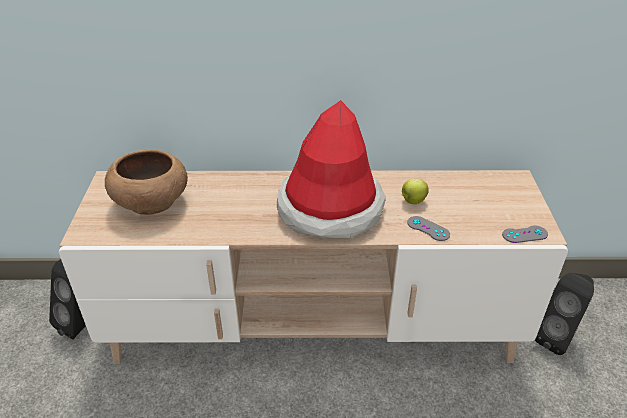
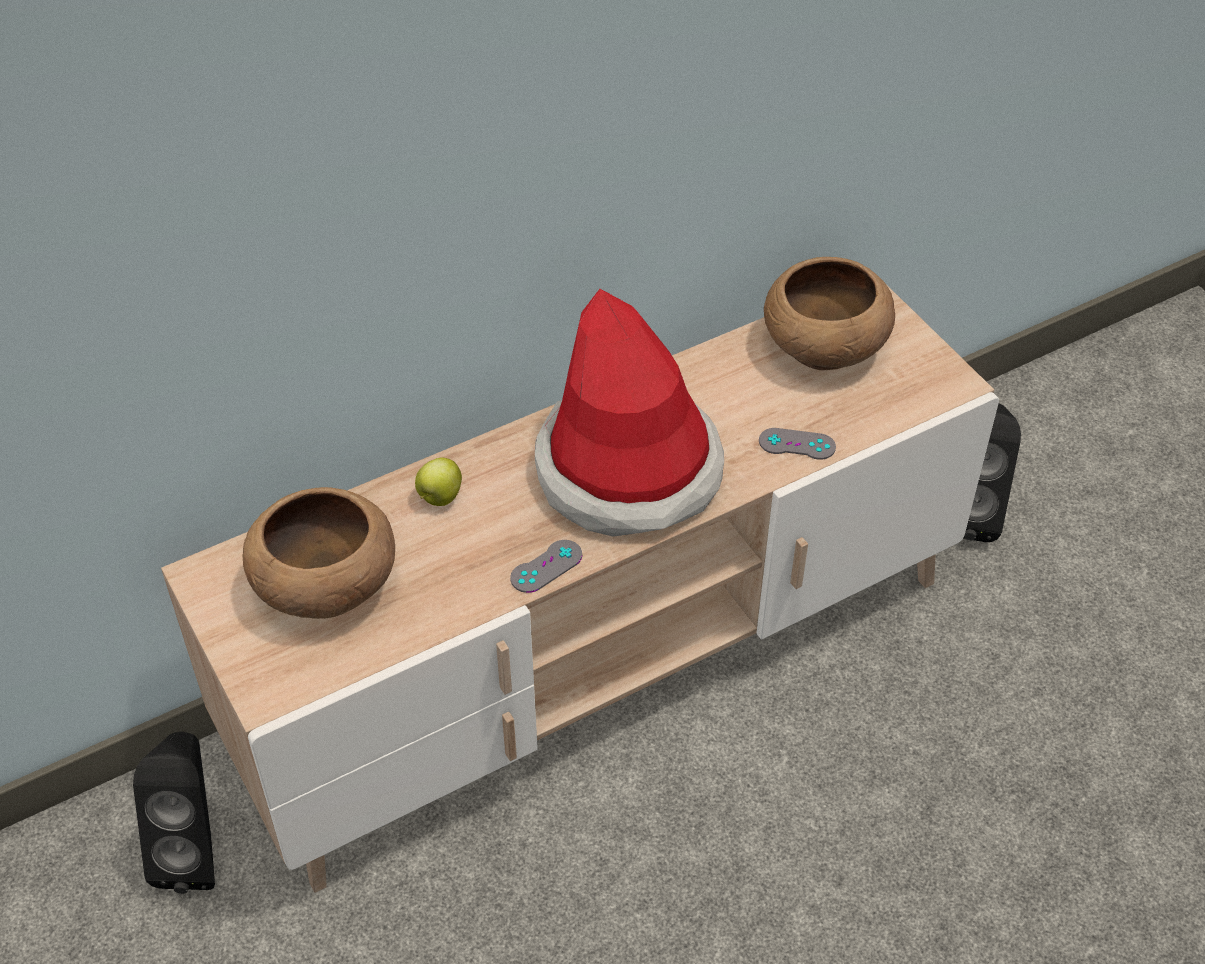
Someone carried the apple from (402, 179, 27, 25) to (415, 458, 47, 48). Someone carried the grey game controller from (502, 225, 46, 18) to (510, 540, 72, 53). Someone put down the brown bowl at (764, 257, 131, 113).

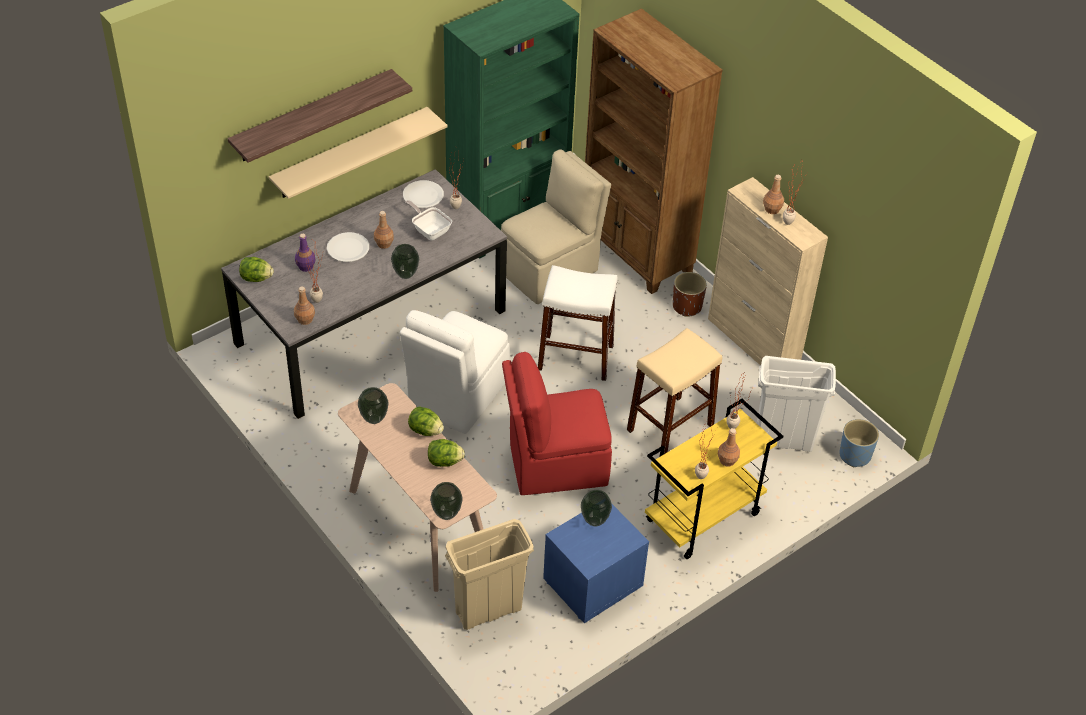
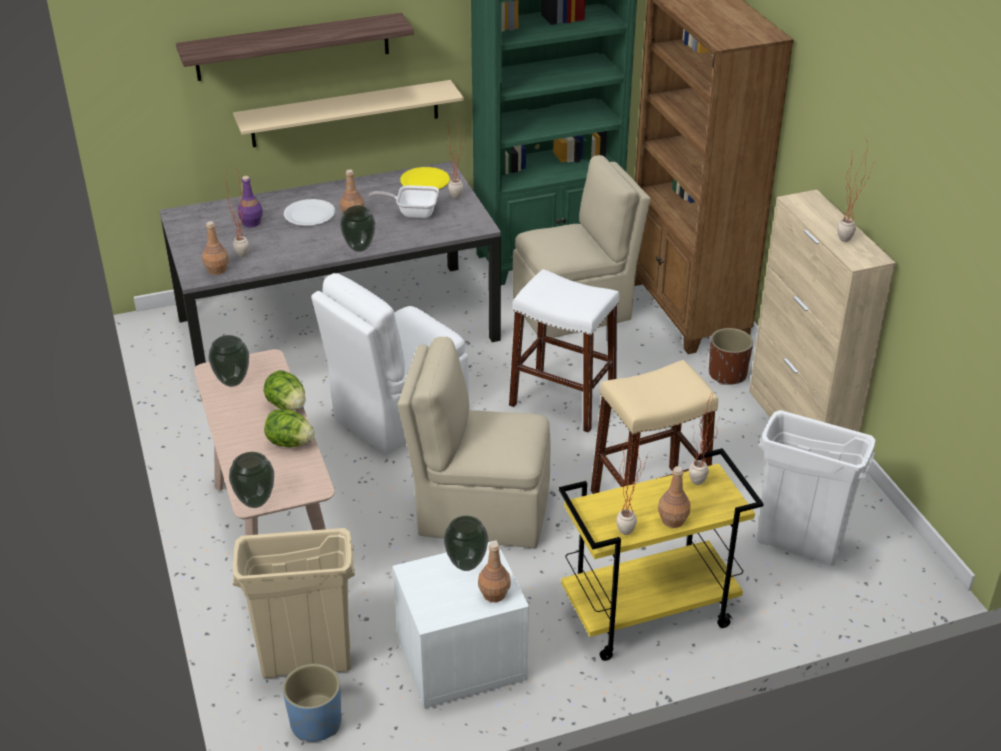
Someone carried the blue planter from (839, 419, 40, 48) to (283, 664, 58, 78). Someone rotated the frying pan at (405, 200, 47, 40) by 60 degrees counterclockwise. Someone repainted the blue nightstand at (543, 503, 106, 120), which became the white nightstand at (393, 540, 136, 168). Someone repainted the red chair at (502, 352, 110, 143), which became the beige chair at (398, 337, 152, 211). Someone repainted the white plate at (403, 180, 41, 28), which became the yellow plate at (400, 167, 50, 22). Someone carried the brown bottle from (763, 175, 21, 39) to (478, 542, 33, 60). Someone took away the lettuce at (239, 257, 35, 25).

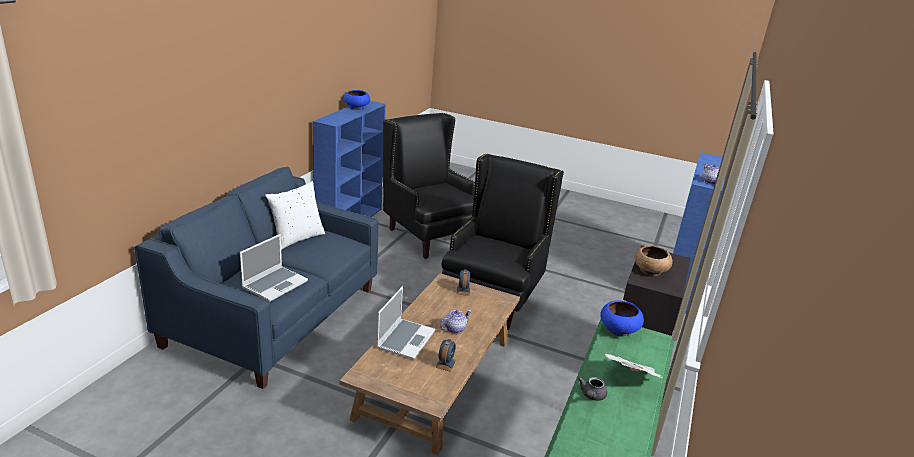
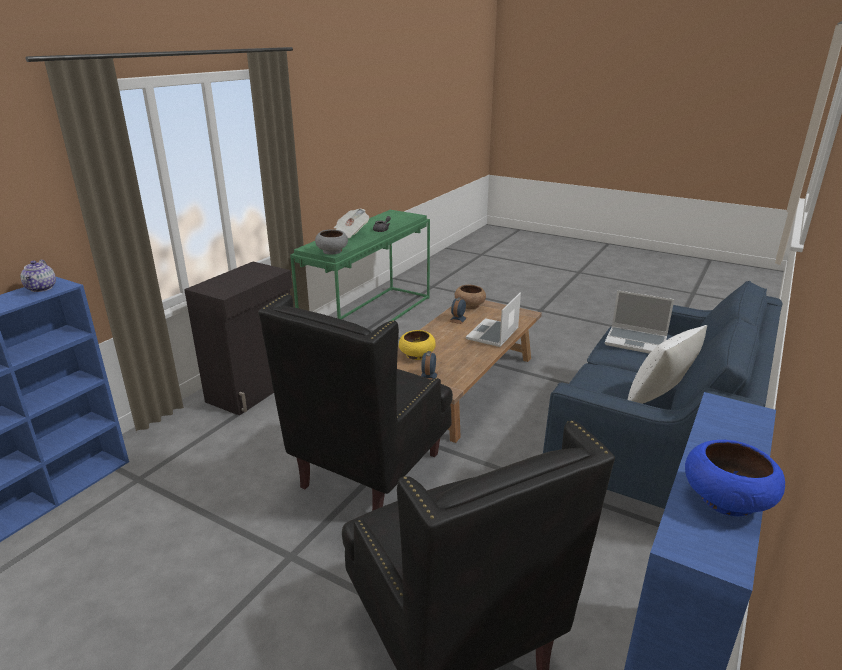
Someone repainted the blue bowl at (600, 300, 44, 36), which became the grey bowl at (315, 229, 33, 26). Someone put down the yellow bowl at (399, 330, 37, 30). Someone carried the brown bowl from (634, 246, 39, 30) to (455, 285, 31, 24). Someone rotated the laptop at (240, 234, 68, 68) by 105 degrees counterclockwise. Someone took away the teapot at (440, 310, 32, 23).

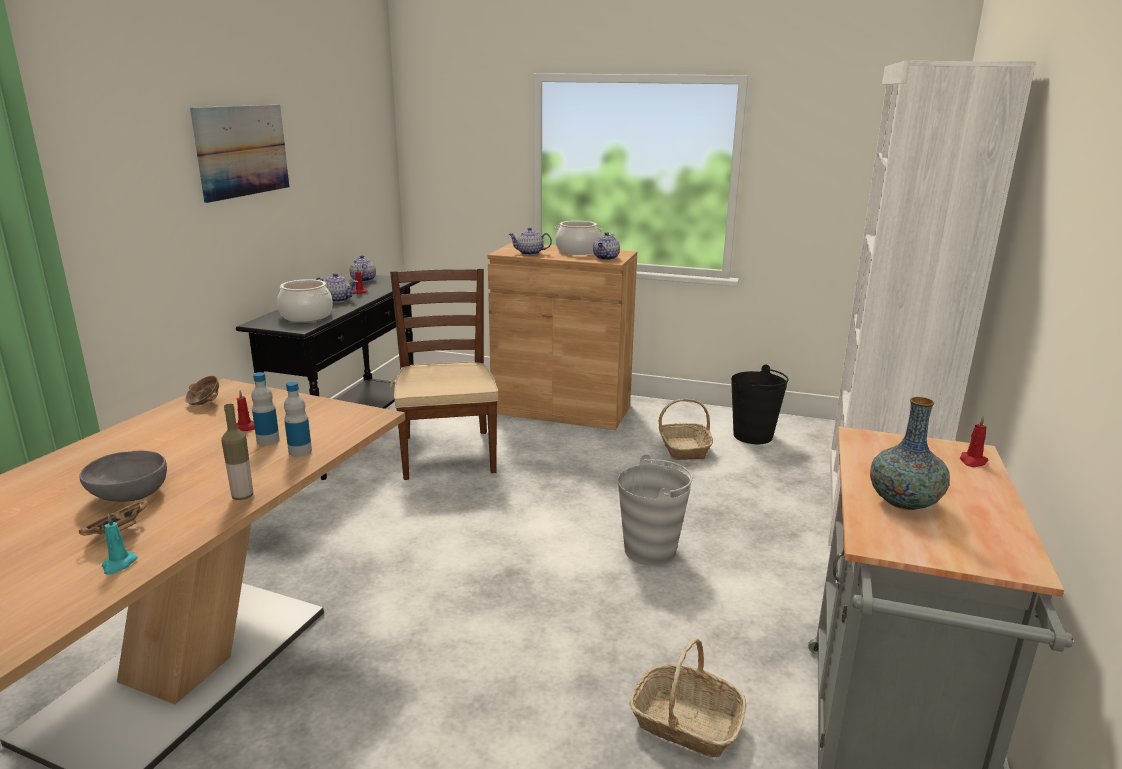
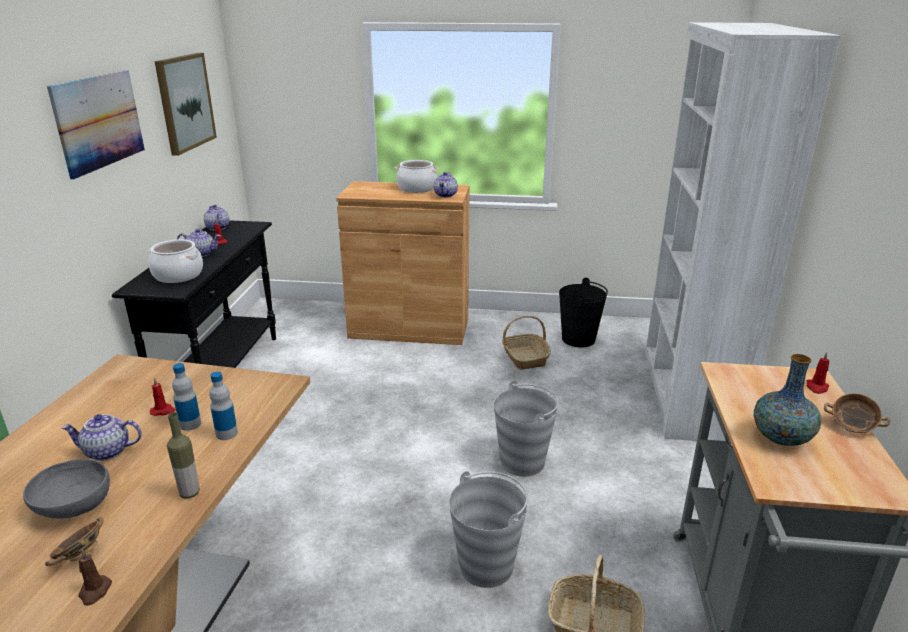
Someone carried the teapot from (508, 228, 44, 27) to (61, 414, 81, 47). Someone repainted the turquoise candle at (102, 514, 36, 61), which became the brown candle at (78, 549, 34, 57). Someone put up the picture at (155, 53, 62, 103). Someone put down the grey bucket at (449, 471, 79, 117). Someone carried the bowl from (185, 376, 34, 29) to (824, 393, 66, 40). Someone took away the brown chair at (390, 269, 109, 211).

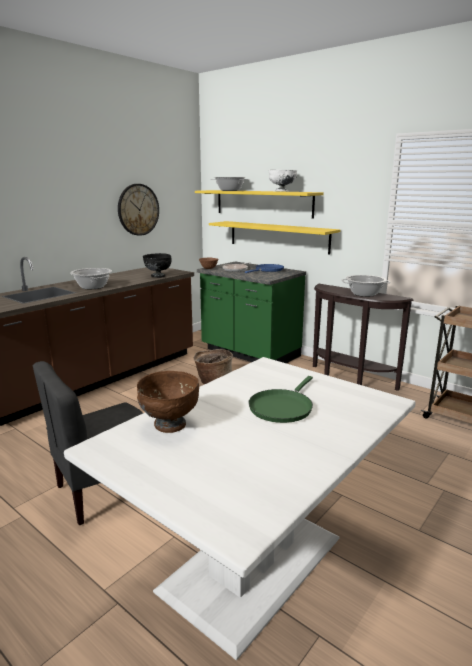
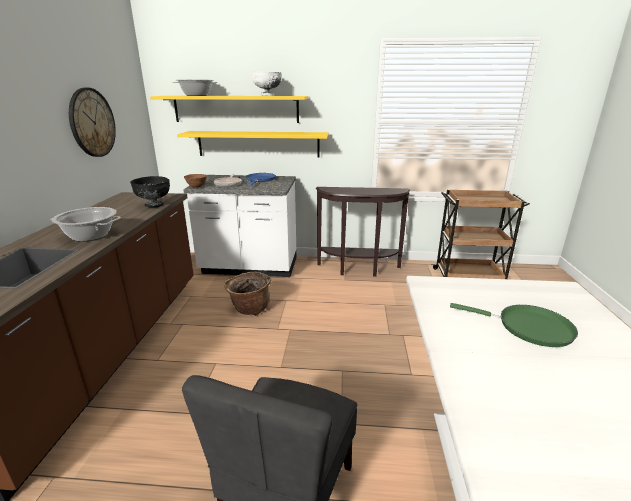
Someone repainted the green counter at (197, 261, 109, 102), which became the white counter at (183, 175, 113, 102). Someone rotated the green frying pan at (248, 376, 65, 47) by 60 degrees counterclockwise. Someone took away the brown bowl at (137, 371, 62, 62). Someone took away the cooking pot at (341, 275, 50, 22).

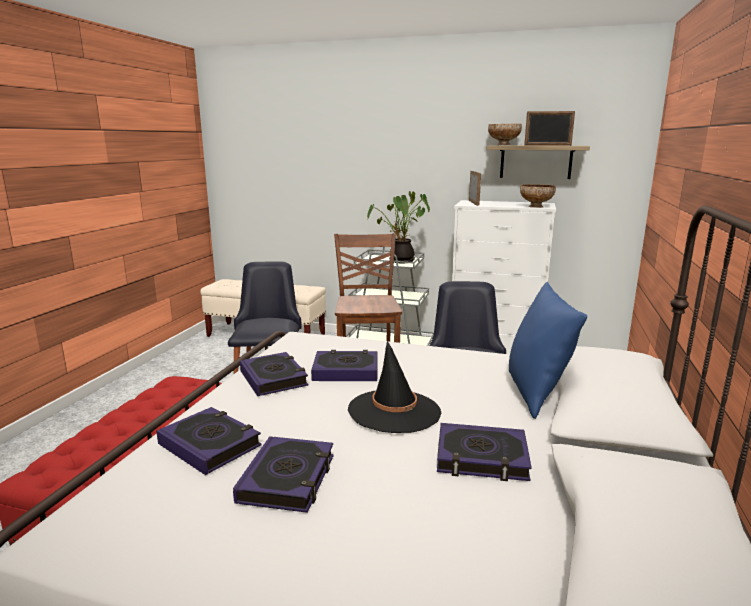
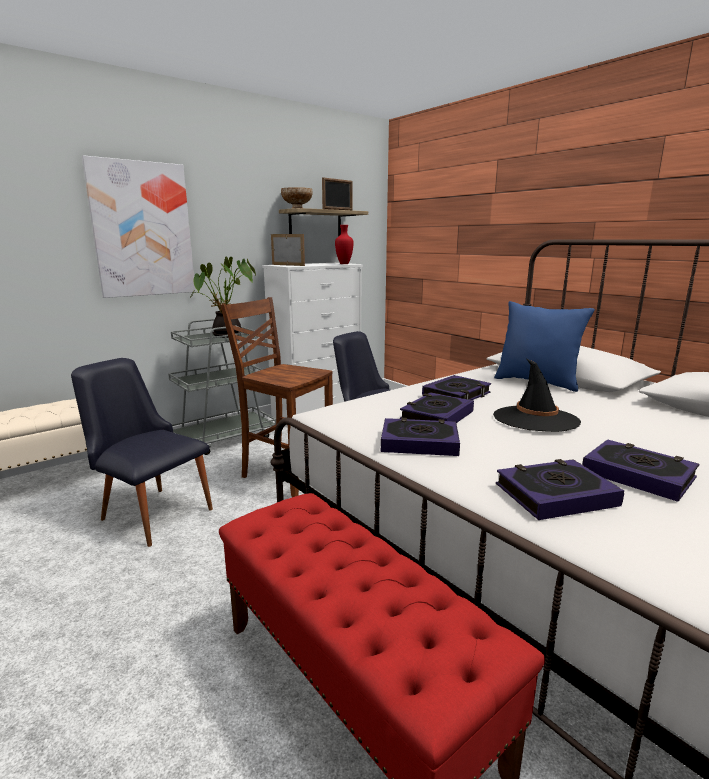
Someone put up the picture at (82, 155, 113, 143). Someone swapped the bowl at (520, 184, 36, 24) for the red vase at (335, 225, 19, 39). Someone carried the book from (437, 423, 95, 58) to (422, 375, 69, 26).

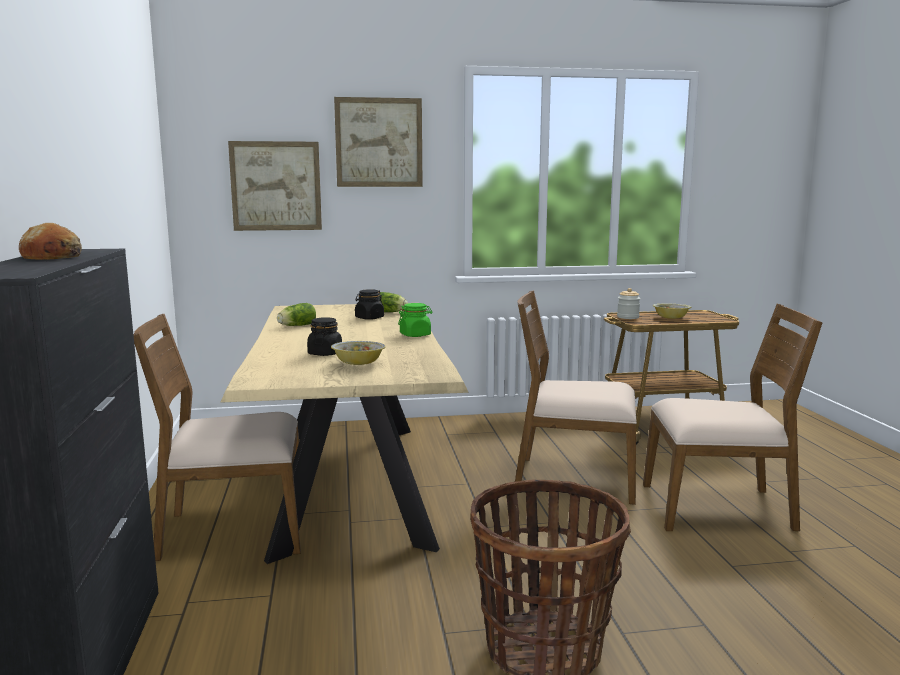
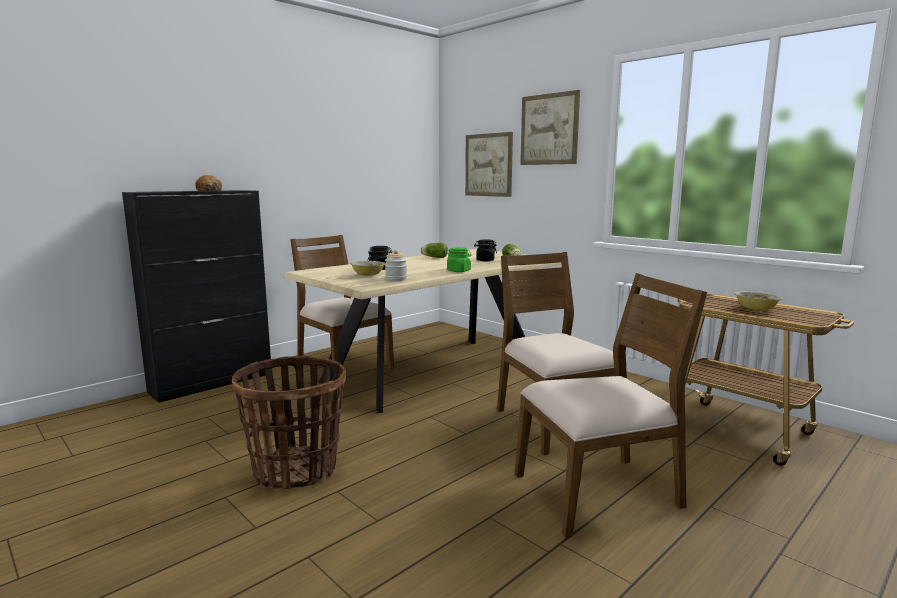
Someone carried the jar from (617, 288, 23, 31) to (385, 250, 22, 31). Someone rotated the brown chair at (643, 304, 180, 227) by 75 degrees counterclockwise.

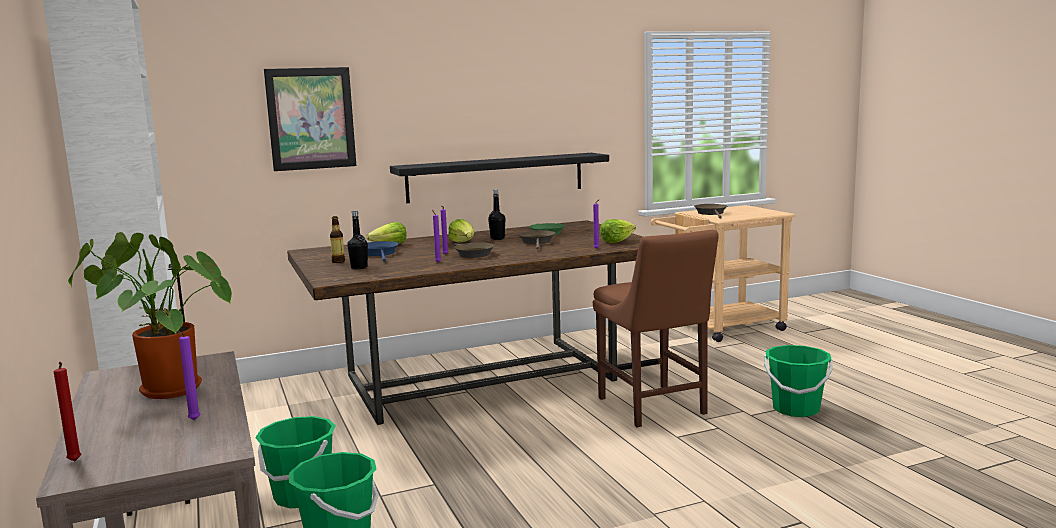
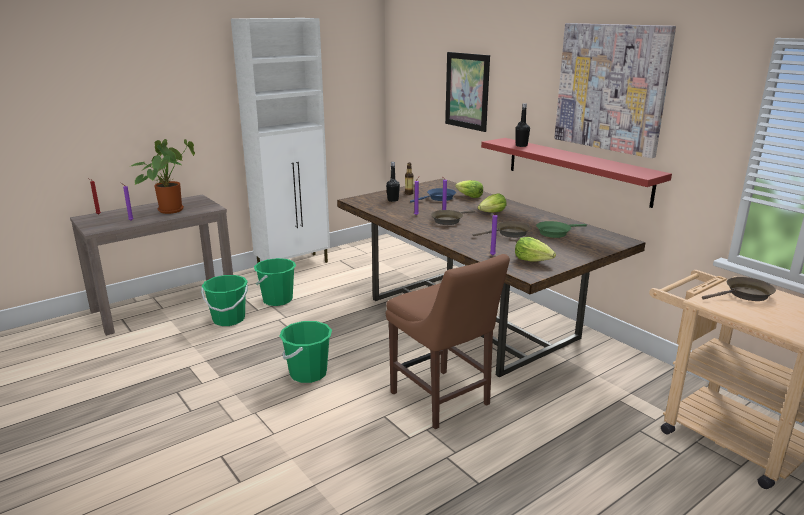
Someone carried the green bucket from (764, 345, 69, 72) to (279, 321, 53, 62). Someone rotated the brown chair at (593, 230, 126, 197) by 90 degrees counterclockwise. Someone repainted the black shelf at (390, 153, 219, 50), which became the red shelf at (481, 138, 191, 70). Someone carried the black bottle from (488, 189, 17, 51) to (515, 103, 15, 44). Someone put up the picture at (554, 23, 122, 135).

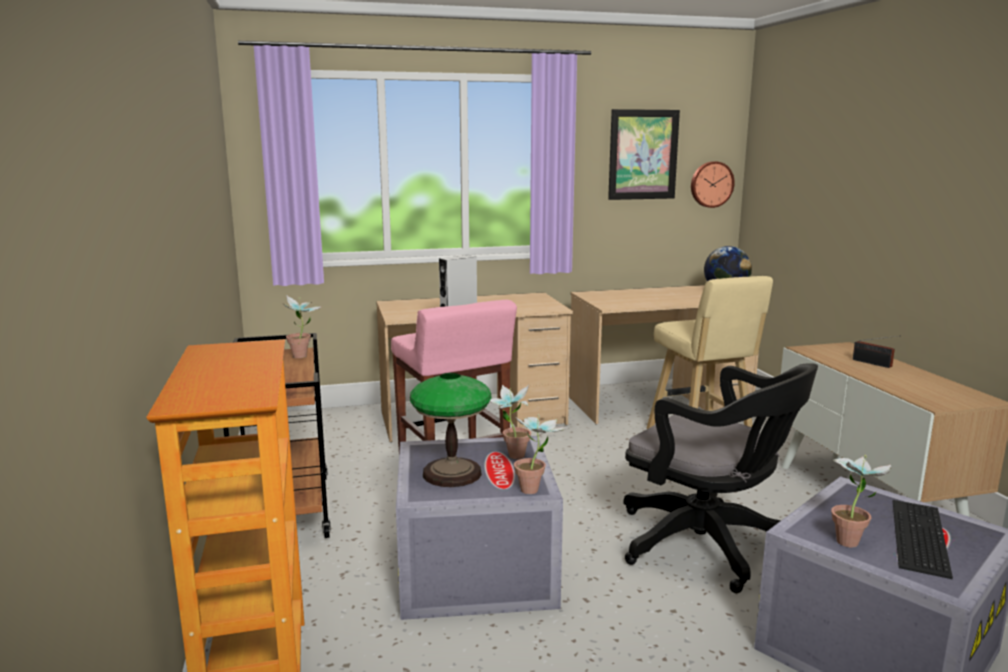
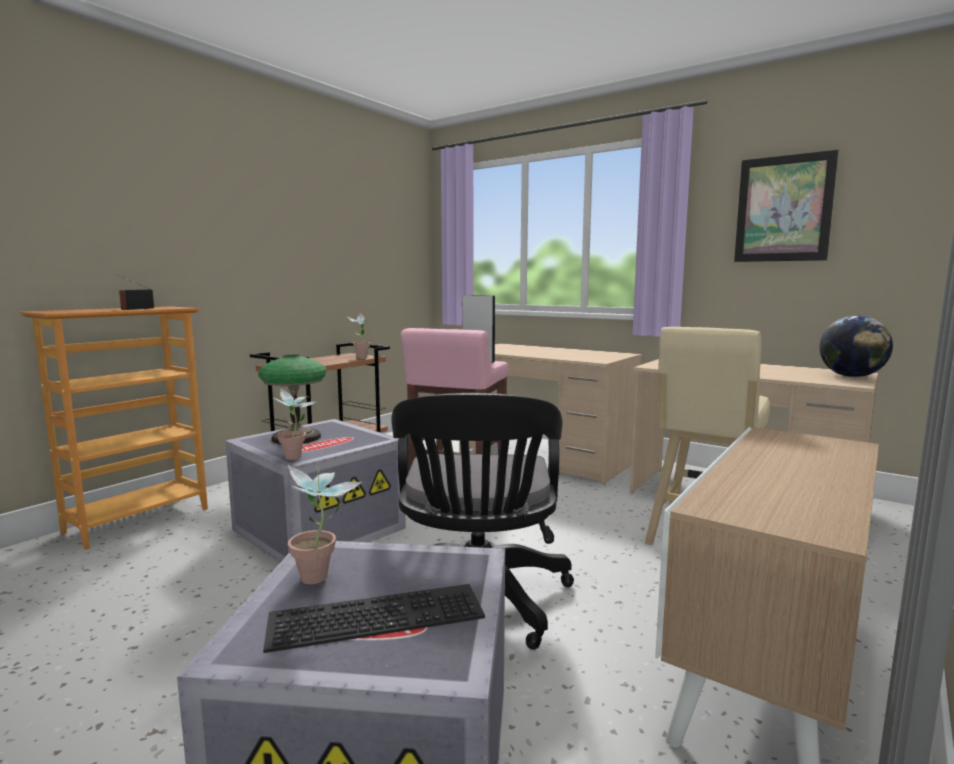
Someone carried the radio from (853, 336, 44, 32) to (118, 275, 36, 35). Someone took away the potted plant at (490, 385, 41, 74). Someone took away the wall clock at (691, 161, 44, 47).

